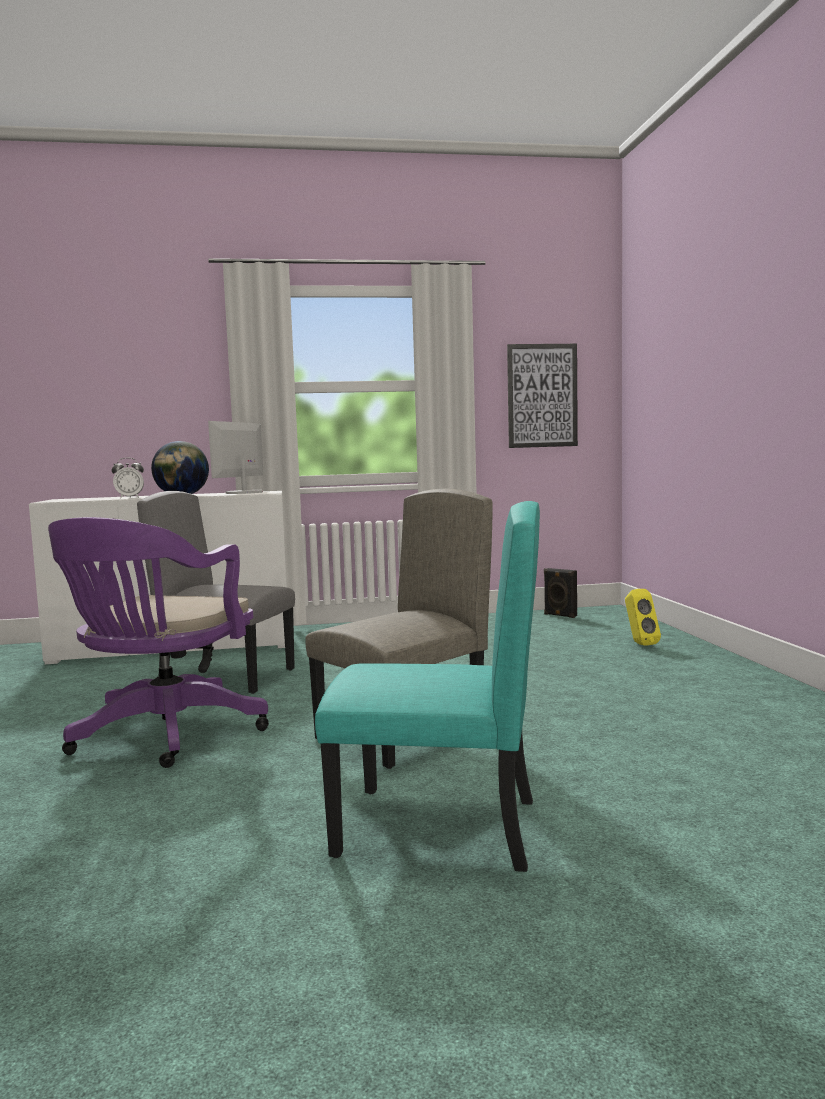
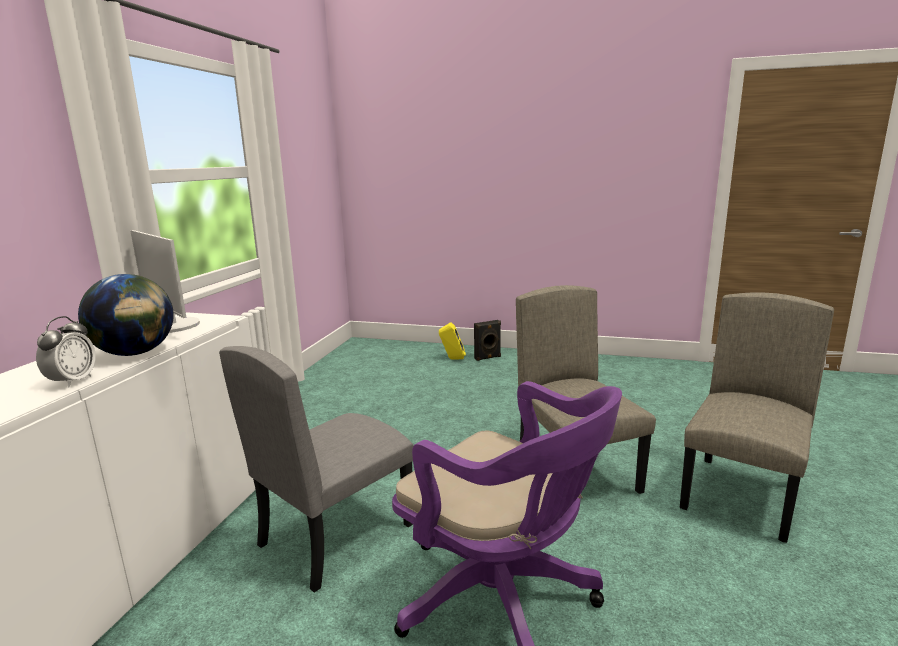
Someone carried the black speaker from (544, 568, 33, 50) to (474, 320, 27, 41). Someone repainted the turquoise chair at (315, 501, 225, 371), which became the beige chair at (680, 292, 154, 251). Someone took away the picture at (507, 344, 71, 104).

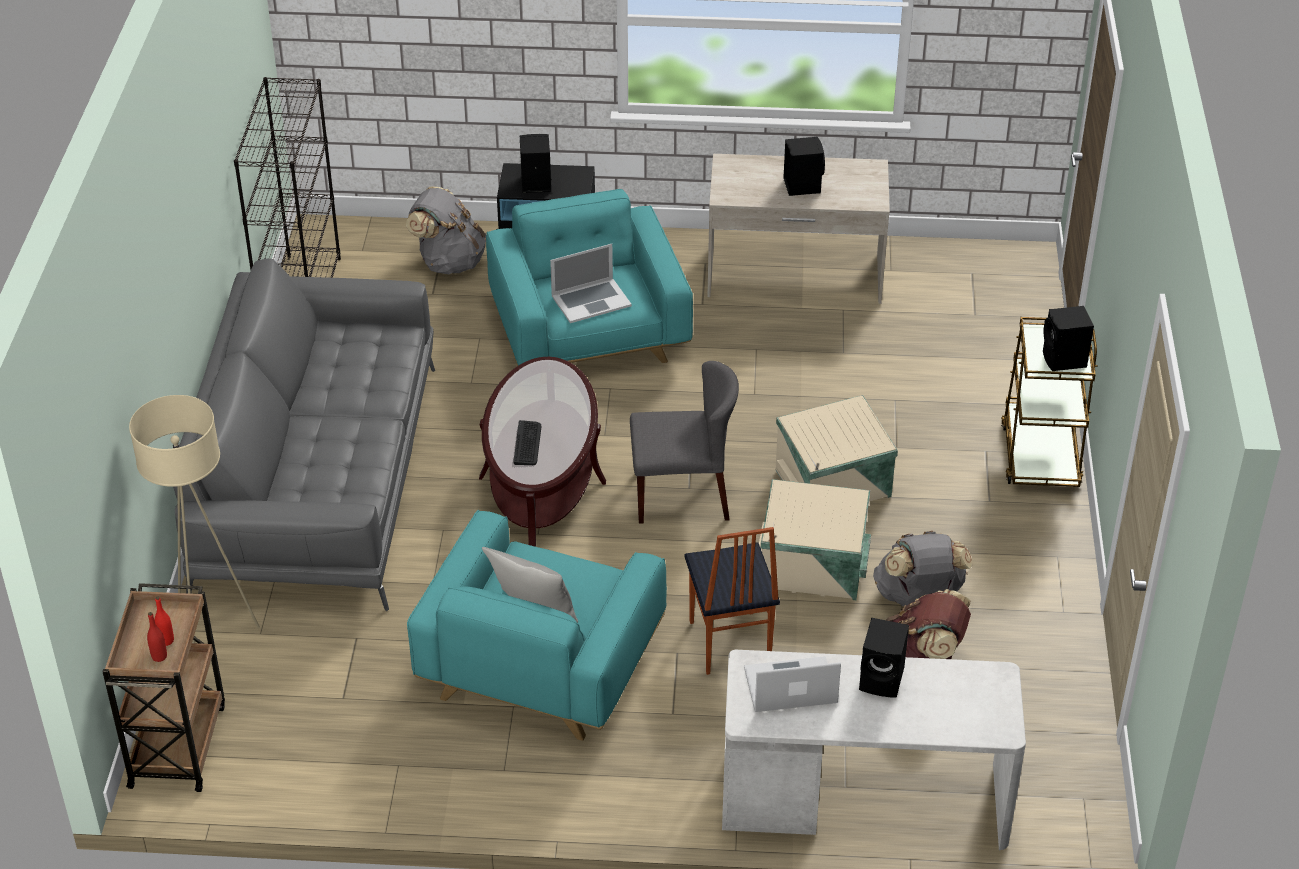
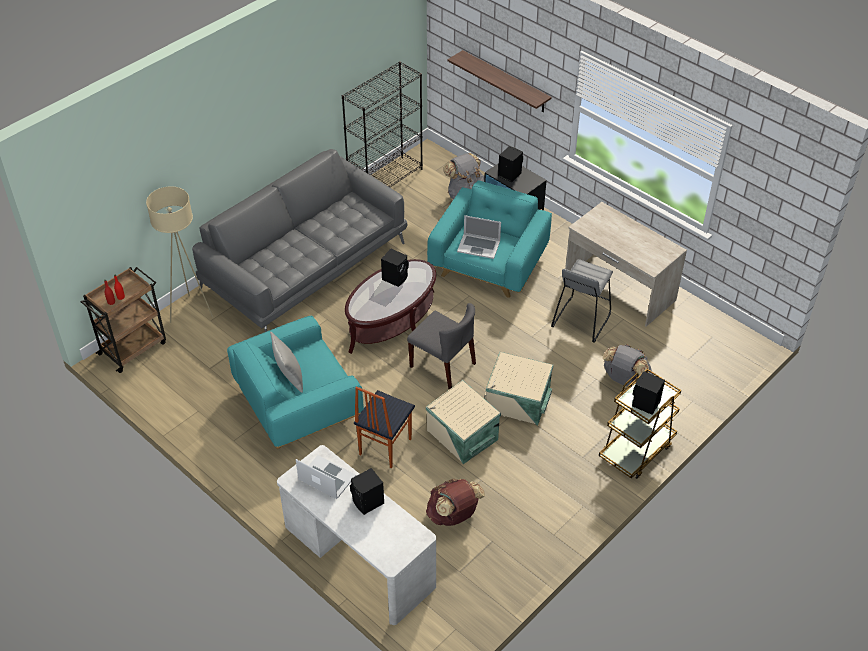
Someone carried the black speaker from (783, 137, 42, 59) to (381, 249, 28, 38). Someone put up the shelf at (447, 50, 105, 62). Someone put down the grey stool at (551, 259, 62, 84). Someone carried the grey backpack from (873, 531, 99, 75) to (602, 345, 51, 41). Someone took away the keyboard at (514, 420, 28, 45).

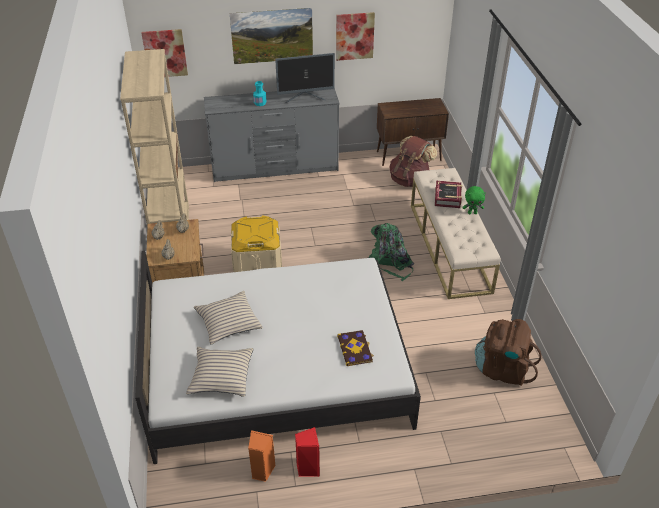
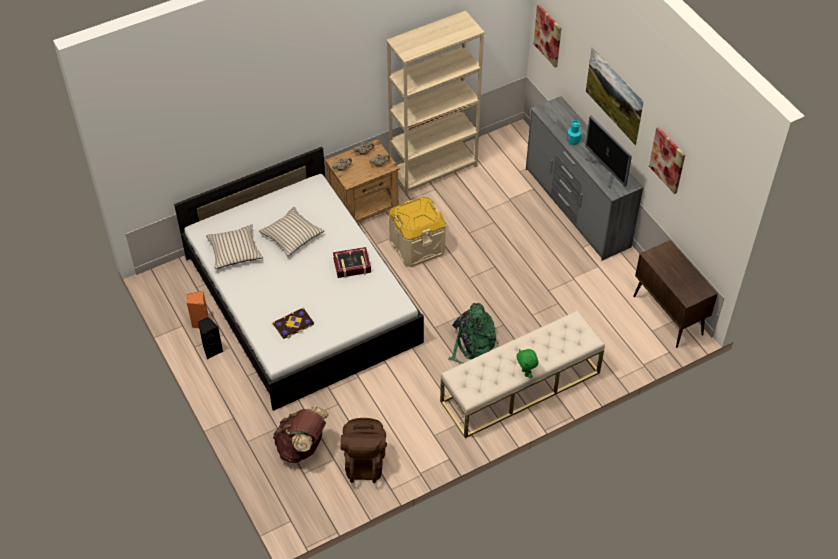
Someone repainted the red speaker at (295, 427, 25, 50), which became the black speaker at (198, 317, 25, 42). Someone carried the brown backpack from (389, 136, 48, 51) to (273, 406, 56, 57). Someone carried the book from (435, 181, 27, 27) to (333, 247, 38, 31).

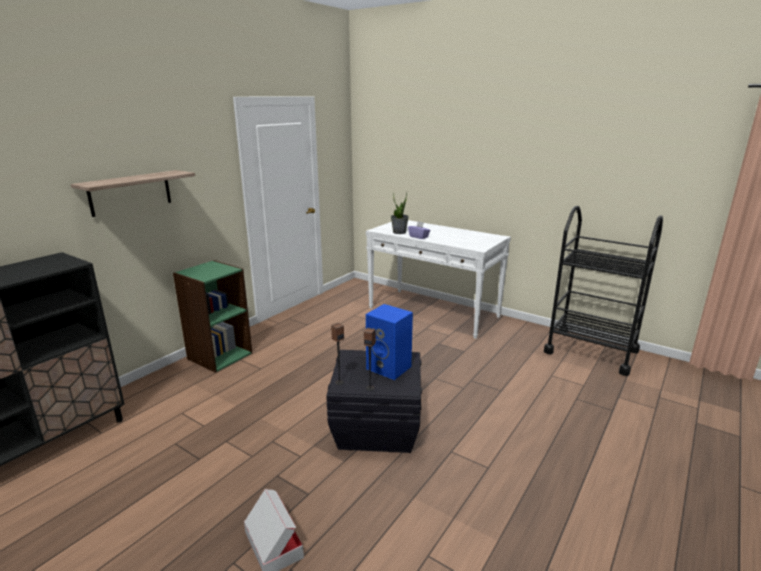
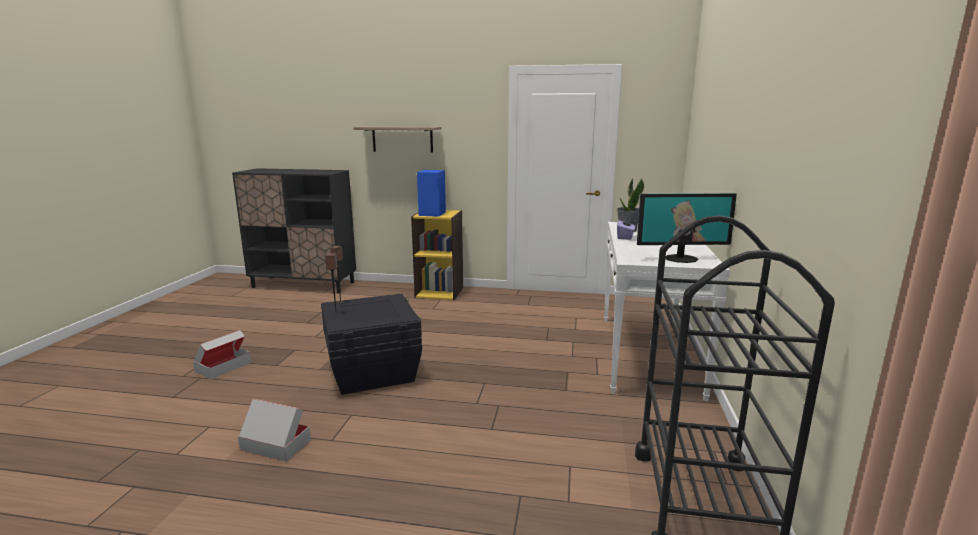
Someone put down the cardboard box at (238, 399, 73, 63). Someone repainted the green bookcase at (173, 260, 79, 113), which became the yellow bookcase at (411, 210, 52, 90). Someone carried the blue speaker from (366, 304, 47, 76) to (417, 170, 29, 47). Someone put down the monitor at (637, 193, 100, 70).

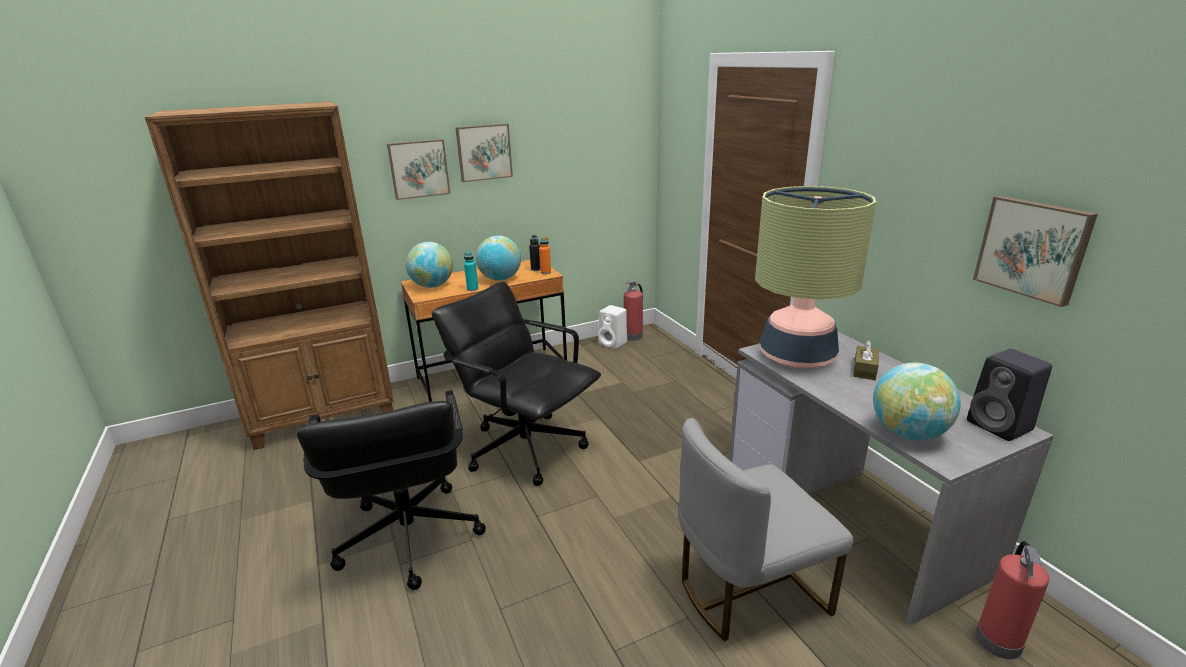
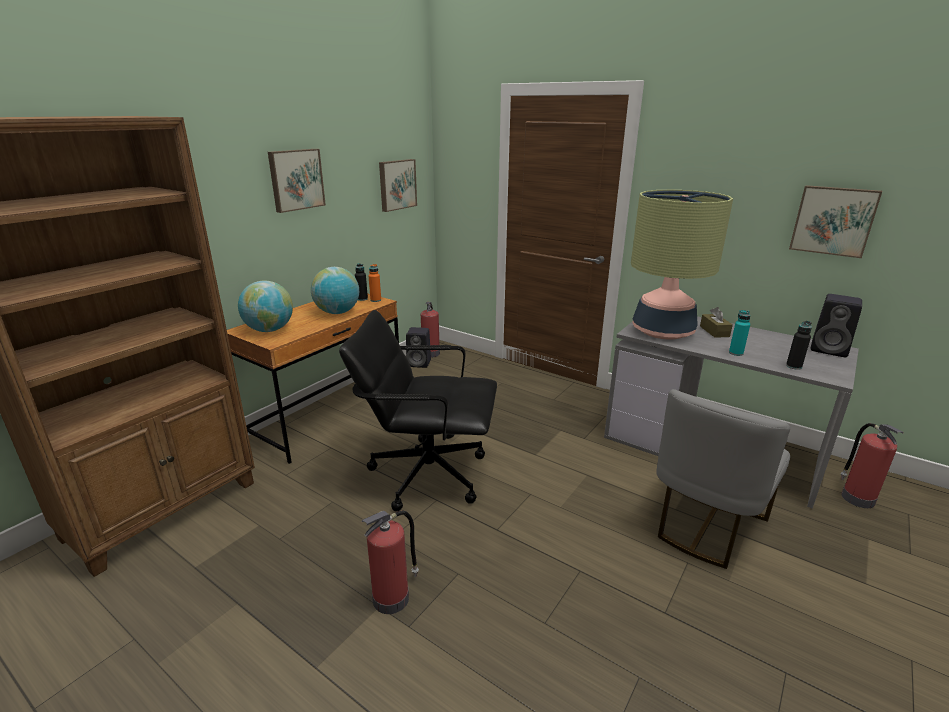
Someone swapped the black office chair at (297, 390, 189, 200) for the fire extinguisher at (362, 511, 57, 103). Someone carried the picture from (387, 139, 63, 61) to (379, 159, 38, 53). Someone repainted the white speaker at (598, 305, 29, 44), which became the black speaker at (406, 327, 25, 41). Someone carried the turquoise bottle from (464, 252, 14, 39) to (729, 310, 21, 46). Someone swapped the globe at (873, 363, 88, 77) for the black bottle at (786, 321, 26, 49).

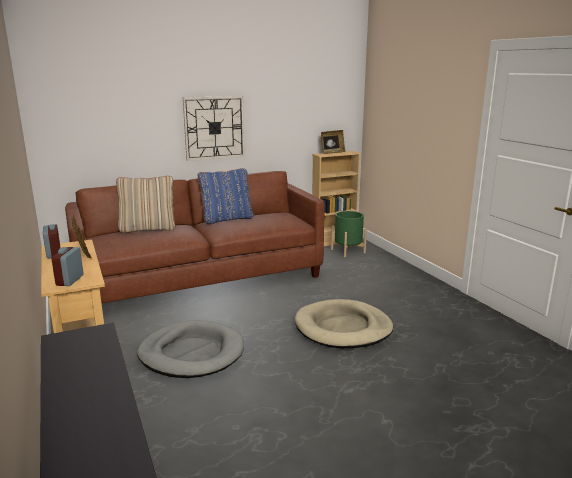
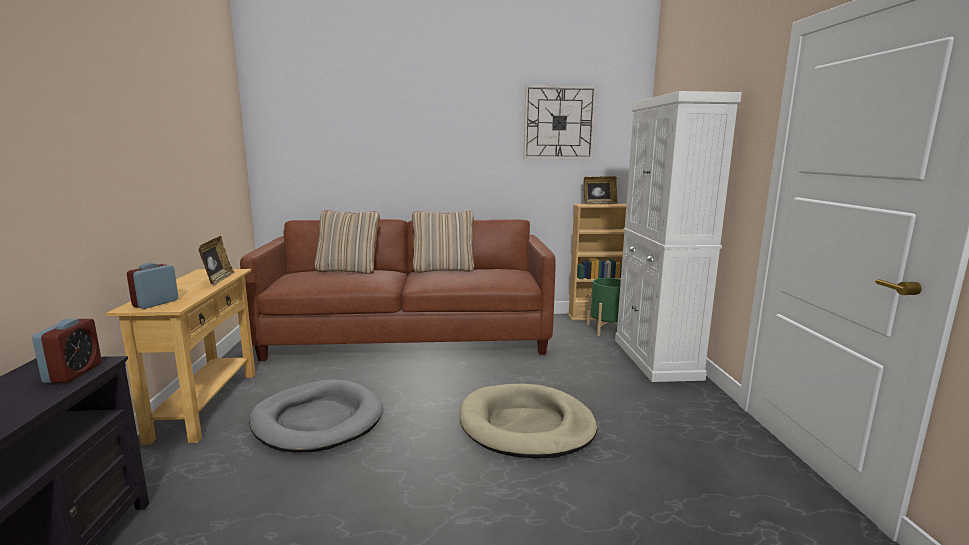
Someone carried the alarm clock from (43, 224, 18, 35) to (32, 319, 70, 64). Someone repainted the blue pillow at (198, 168, 55, 57), which became the beige pillow at (412, 211, 63, 62). Someone carried the wall clock from (183, 96, 62, 65) to (523, 85, 74, 74). Someone put down the white cabinet at (615, 91, 127, 291).

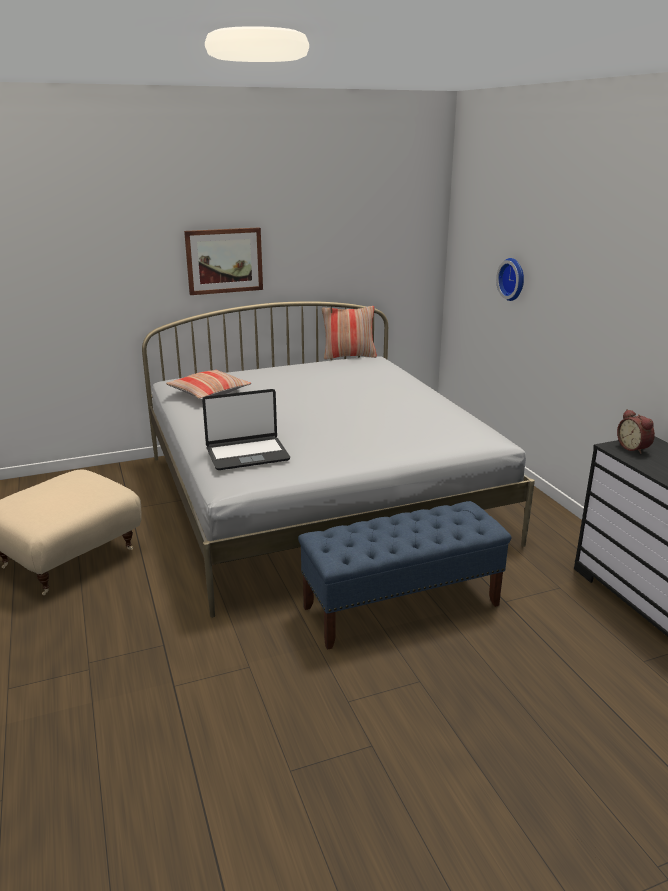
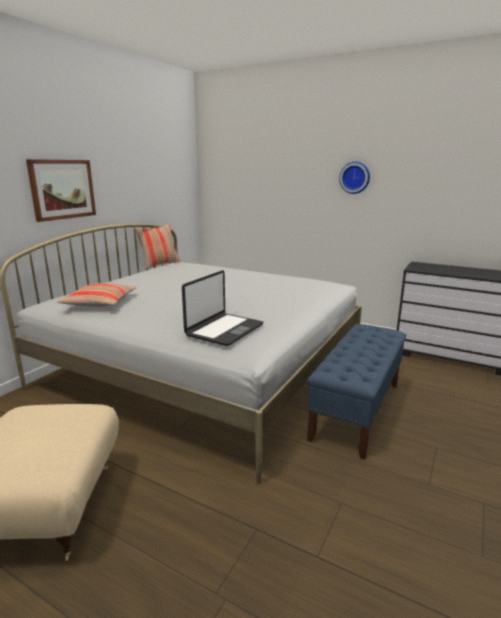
Someone carried the wall clock from (496, 258, 28, 43) to (339, 162, 31, 32). Someone took away the alarm clock at (617, 409, 38, 45).

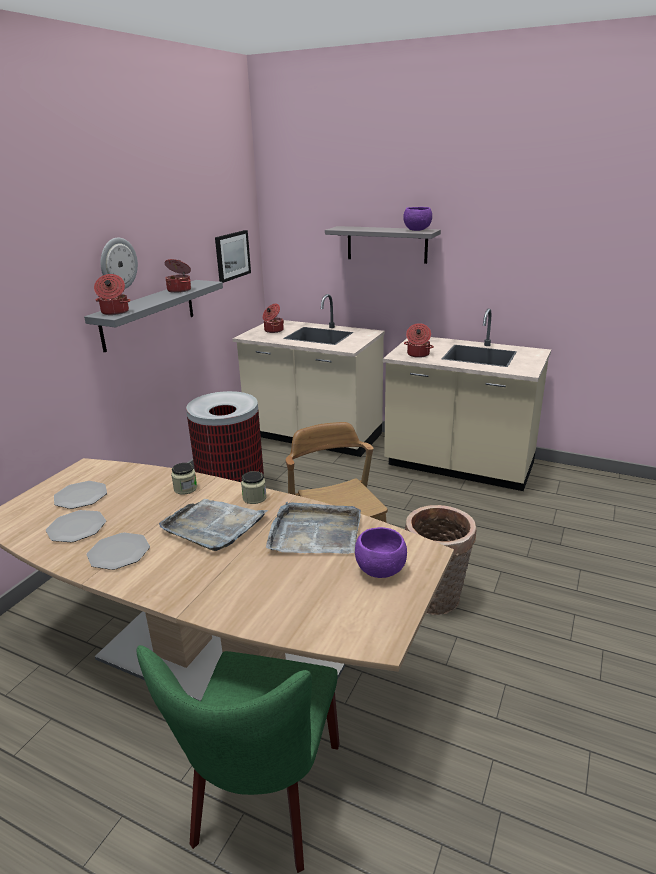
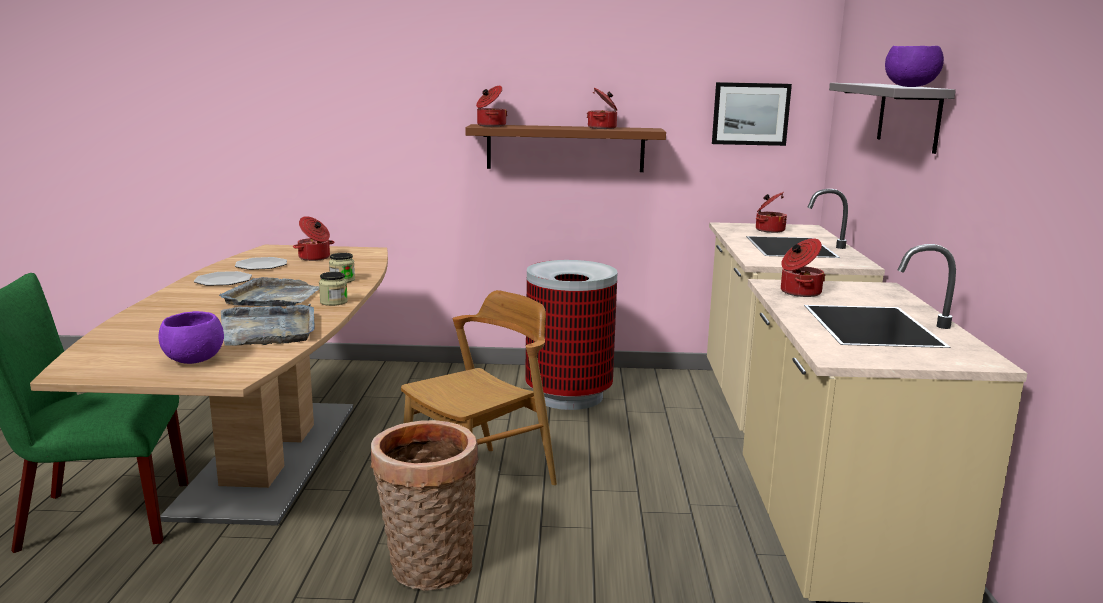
Someone swapped the plate at (54, 481, 53, 28) for the cooking pot at (293, 216, 41, 45). Someone repainted the grey shelf at (84, 280, 139, 72), which became the brown shelf at (466, 124, 200, 48). Someone took away the wall clock at (101, 238, 37, 51).

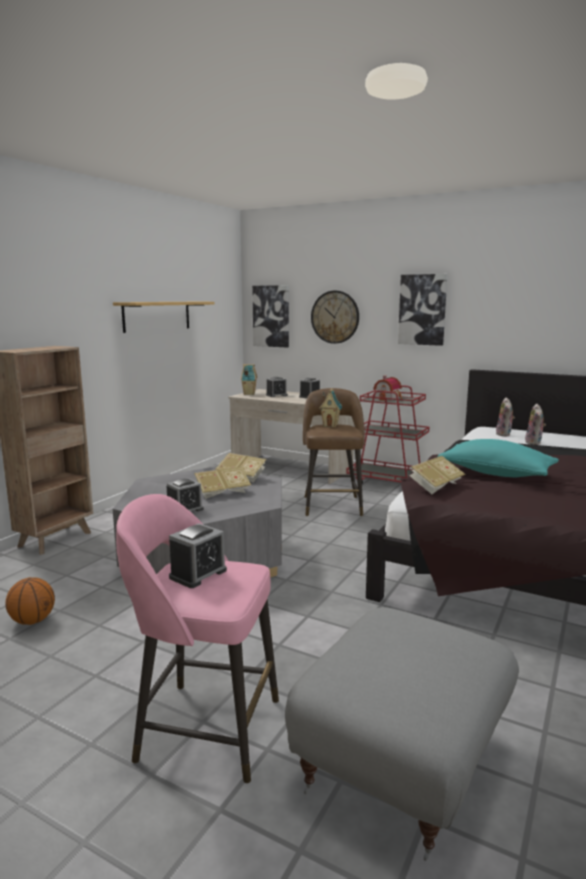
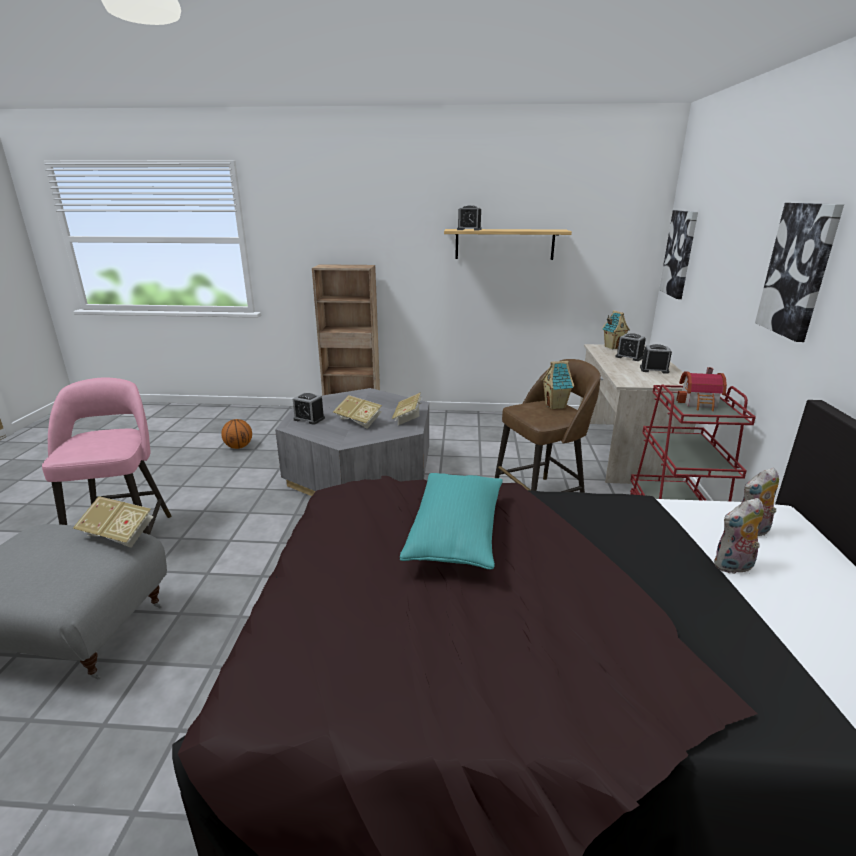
Someone carried the book from (410, 456, 55, 38) to (73, 496, 81, 52). Someone carried the alarm clock from (169, 523, 58, 65) to (457, 205, 25, 25). Someone took away the wall clock at (311, 291, 48, 53).

